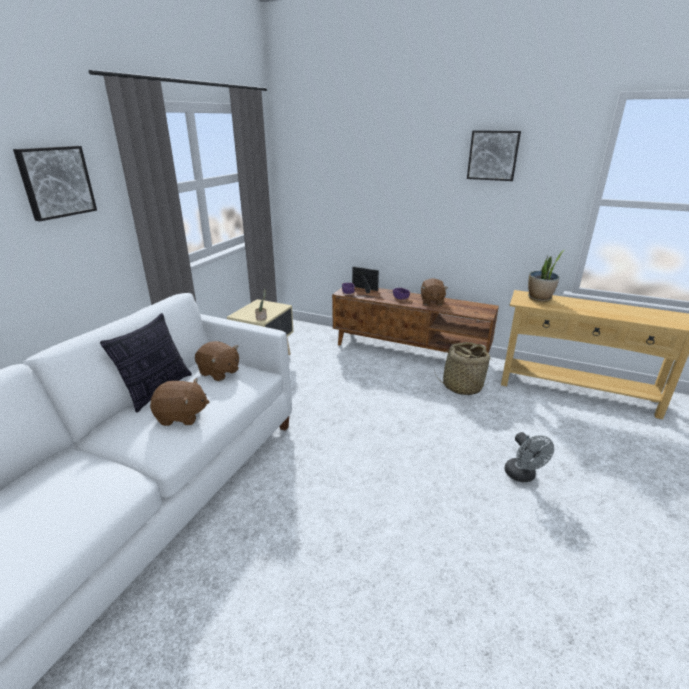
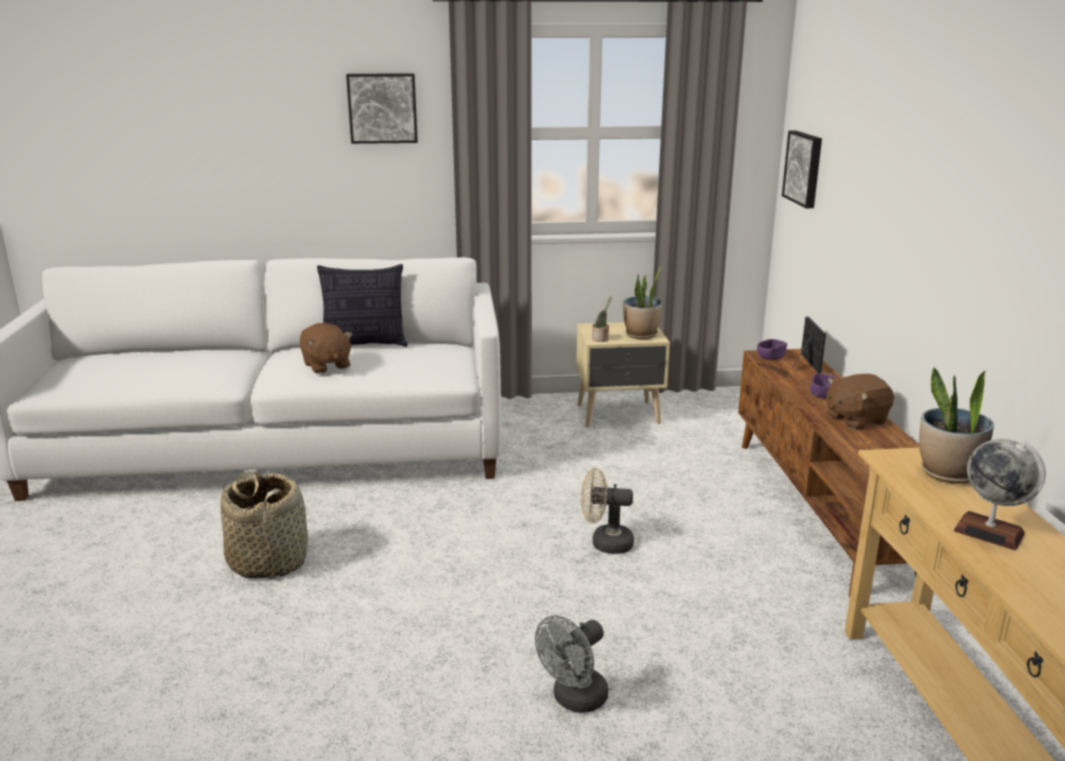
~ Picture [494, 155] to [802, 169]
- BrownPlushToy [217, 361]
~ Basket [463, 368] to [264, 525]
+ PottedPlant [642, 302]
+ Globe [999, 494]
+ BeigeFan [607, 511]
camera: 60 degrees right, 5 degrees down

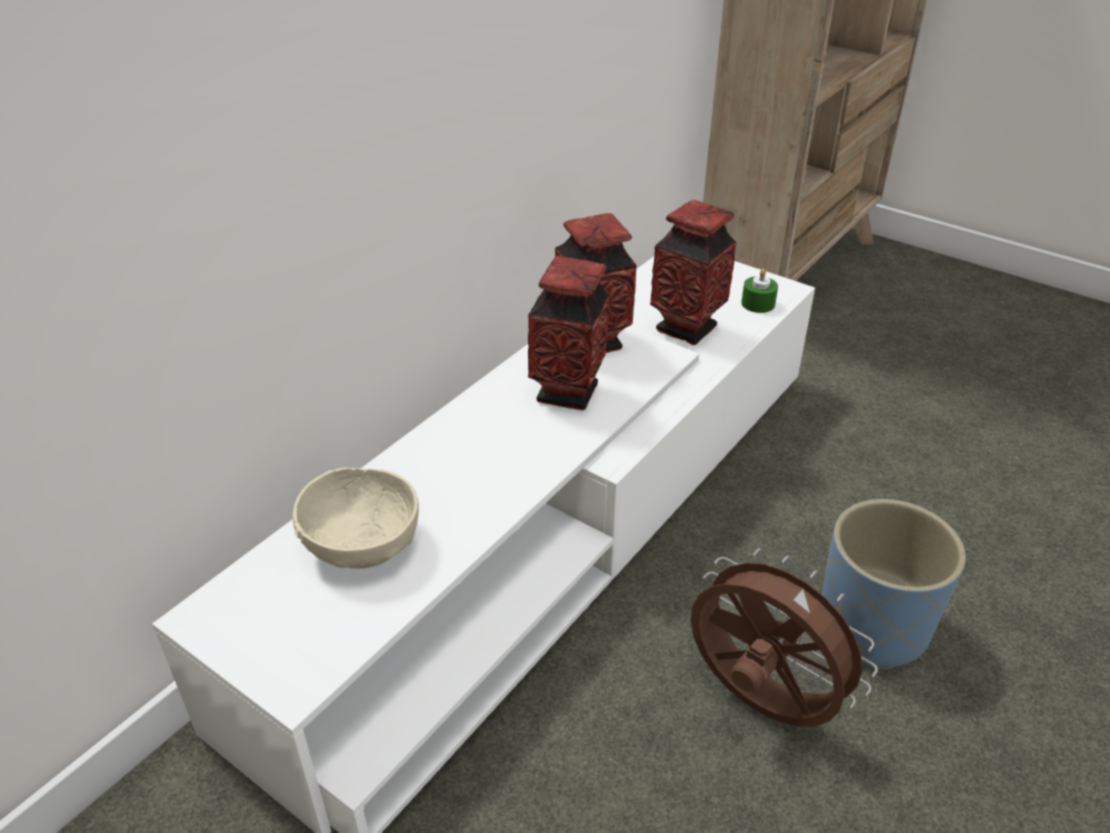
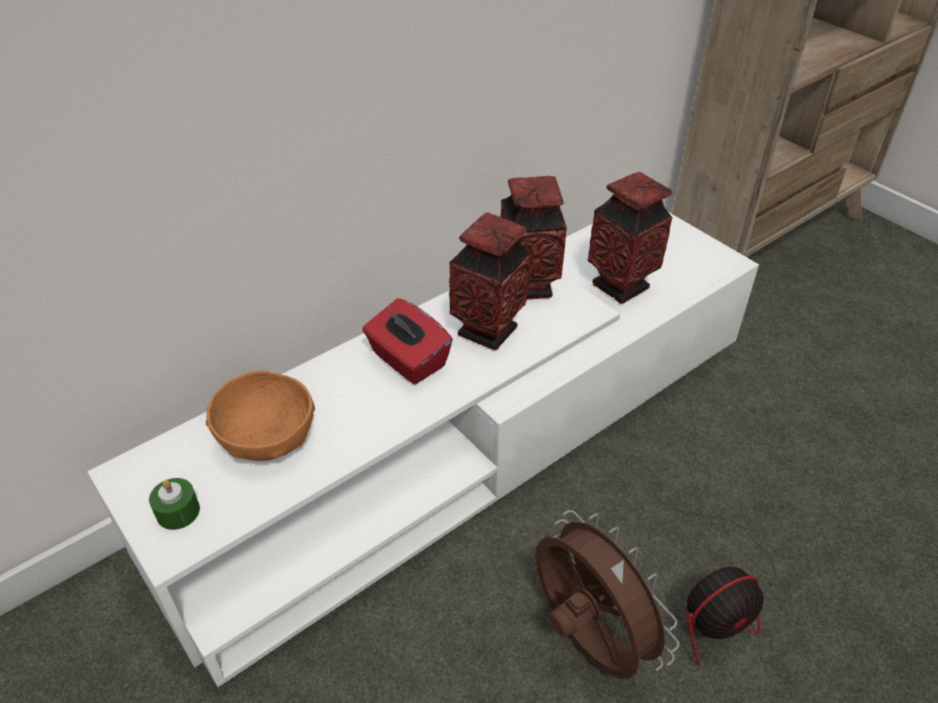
~ GreenCandle [759, 291] to [174, 504]
~ BeigeBowl [355, 518] to OrangeBowl [260, 416]
~ BluePlanter [894, 584] to Fan [712, 575]
+ RedTissueBox [407, 341]
camera: 15 degrees right, 5 degrees up

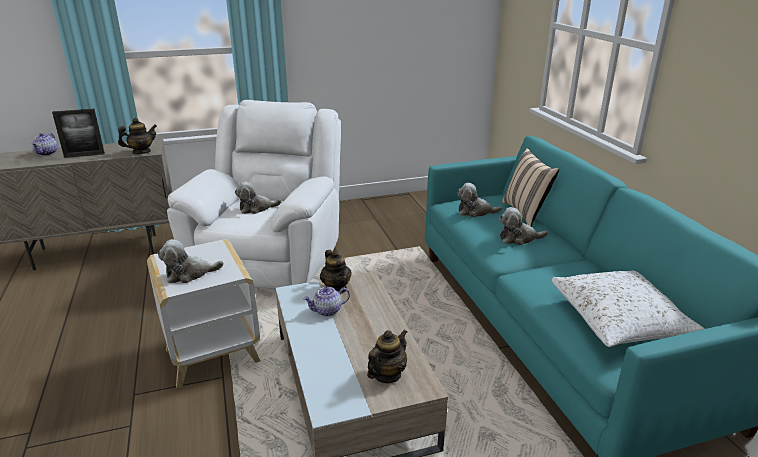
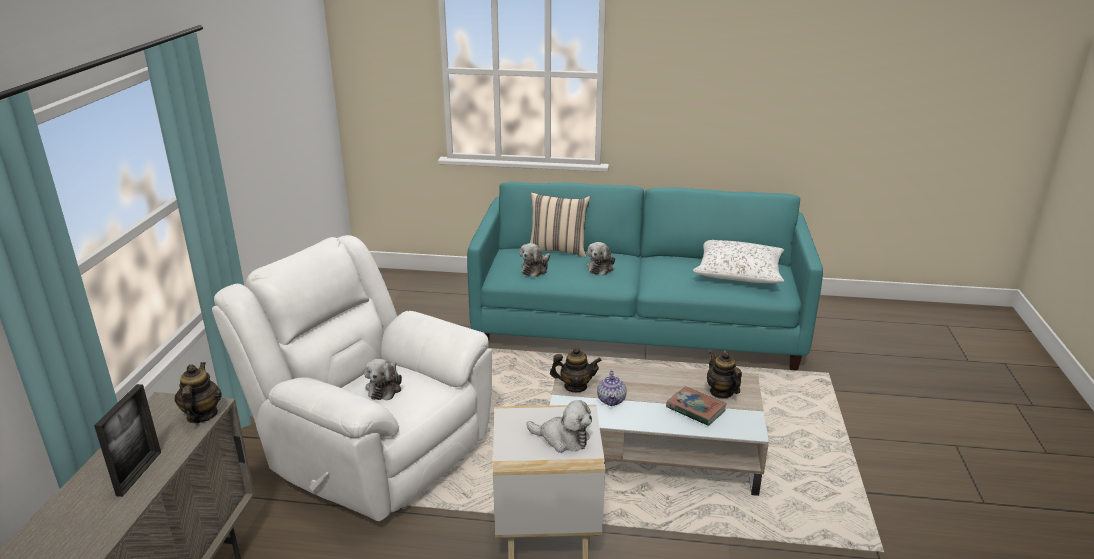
- Teapot [44, 144]
~ PlushToy [191, 261] = [559, 426] 75 degrees counterclockwise
+ Book [696, 406]
camera: 65 degrees left, 0 degrees up

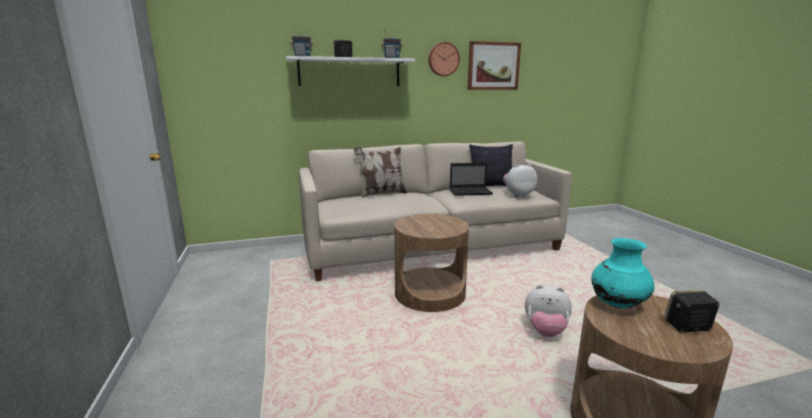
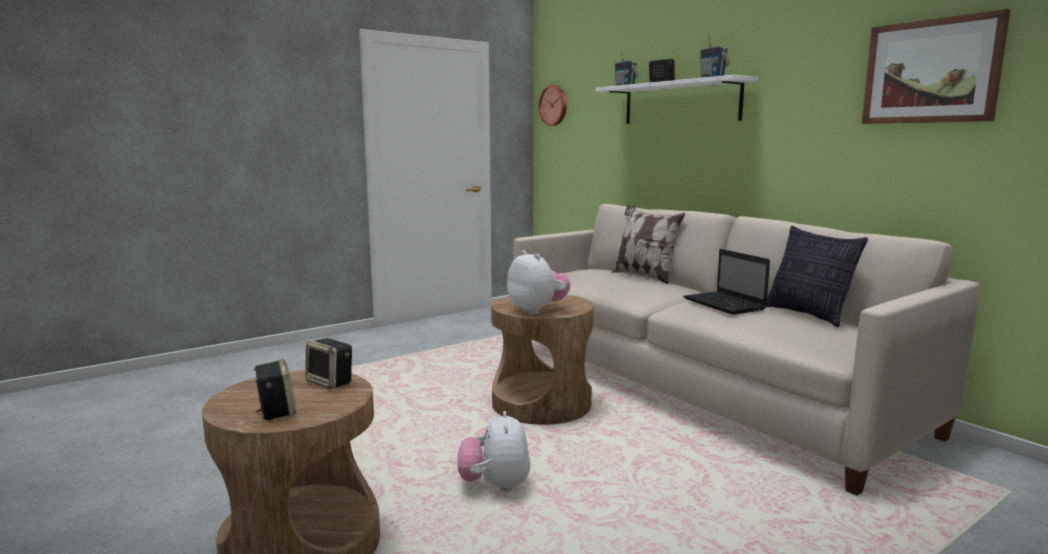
~ WallClock [444, 59] to [553, 105]
~ PlushToy [520, 181] to [538, 282]
~ TurquoiseVase [622, 273] to Speaker [328, 363]
camera: 70 degrees right, 5 degrees down

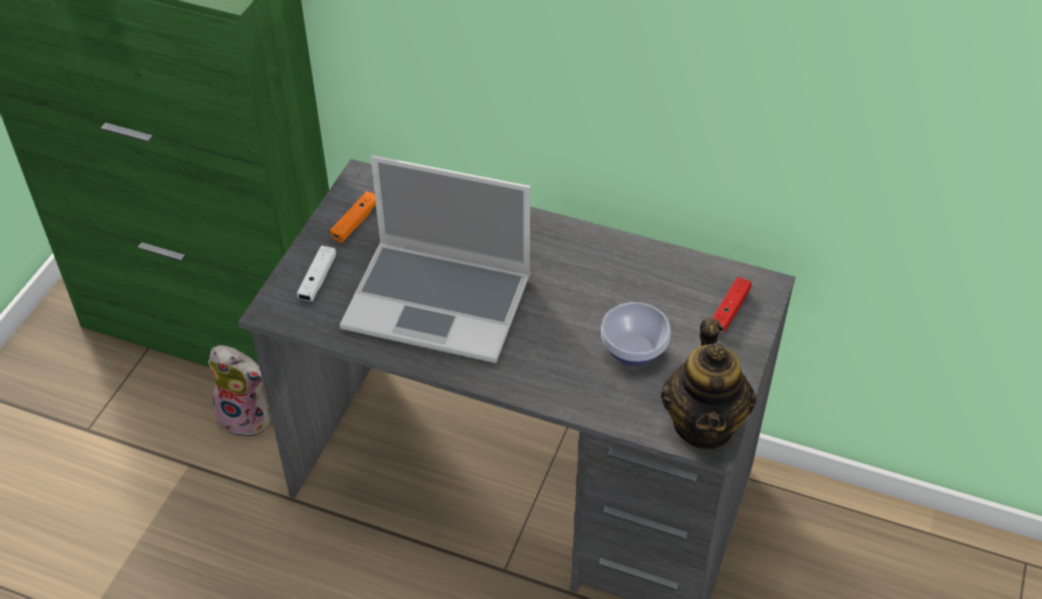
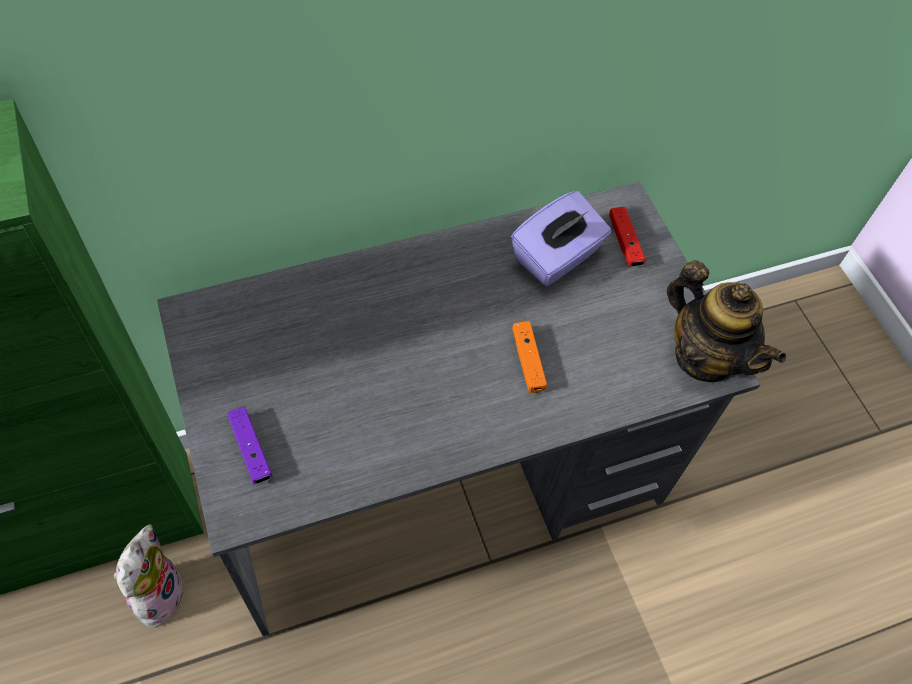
- Laptop [435, 259]
~ OrangeGameController [353, 217] to [529, 357]
~ WhiteGameController [316, 273] to PurpleGameController [250, 445]
- Bowl [636, 334]
~ PlushToy [239, 391] = [149, 576] 60 degrees counterclockwise
+ PurpleTissueBox [561, 238]
camera: 45 degrees left, 10 degrees up

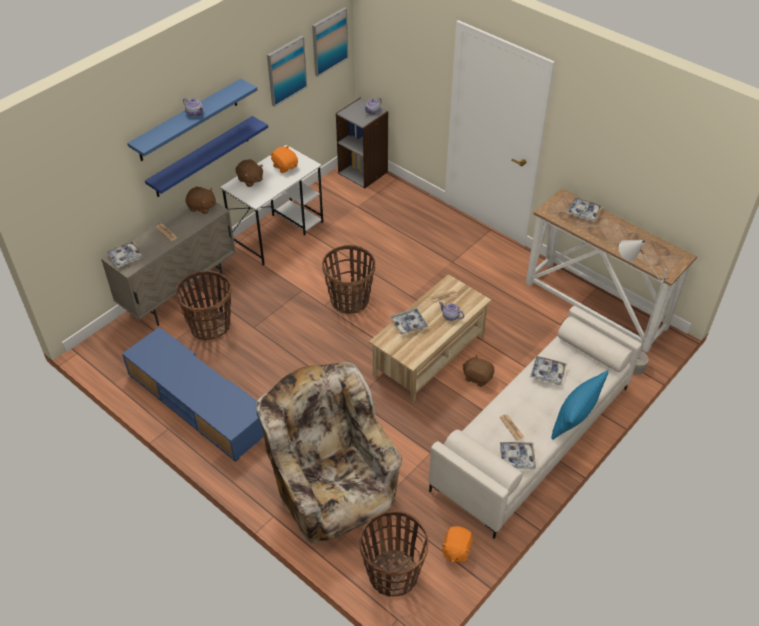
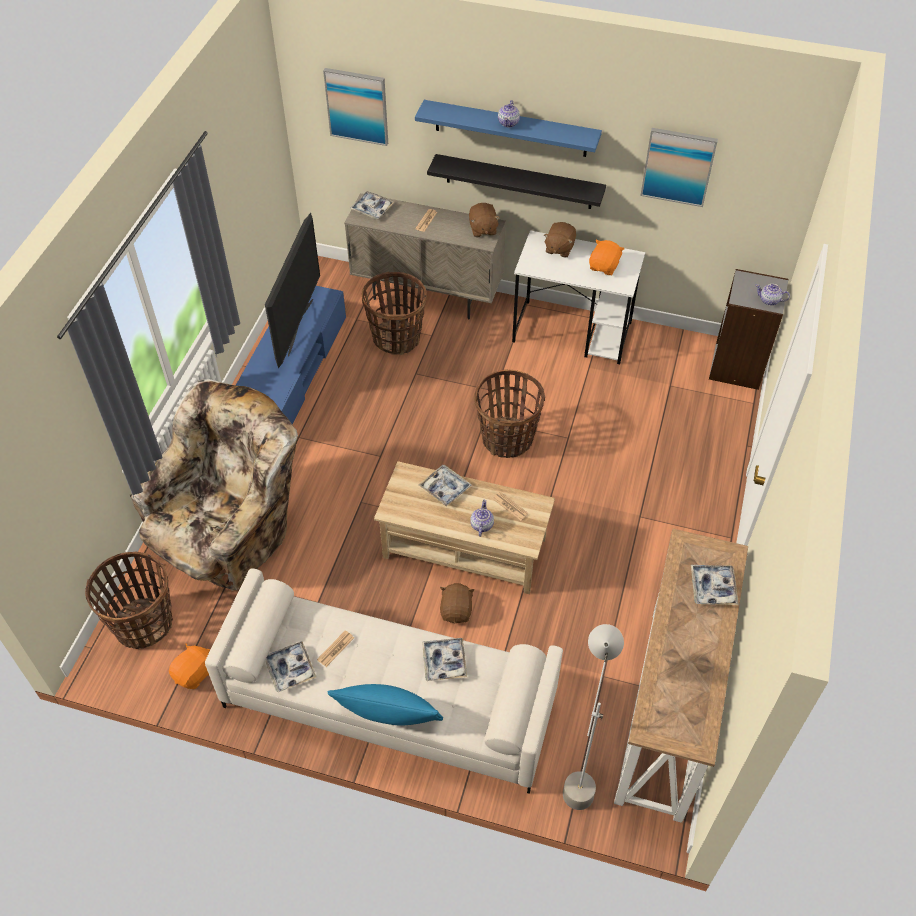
~ Picture [330, 42] to [355, 107]
~ BlueShelf [206, 156] to BlackShelf [516, 181]
~ OrangePlushToy [457, 544] = [189, 666] 135 degrees clockwise
+ Television [292, 290]
camera: 65 degrees right, 5 degrees up

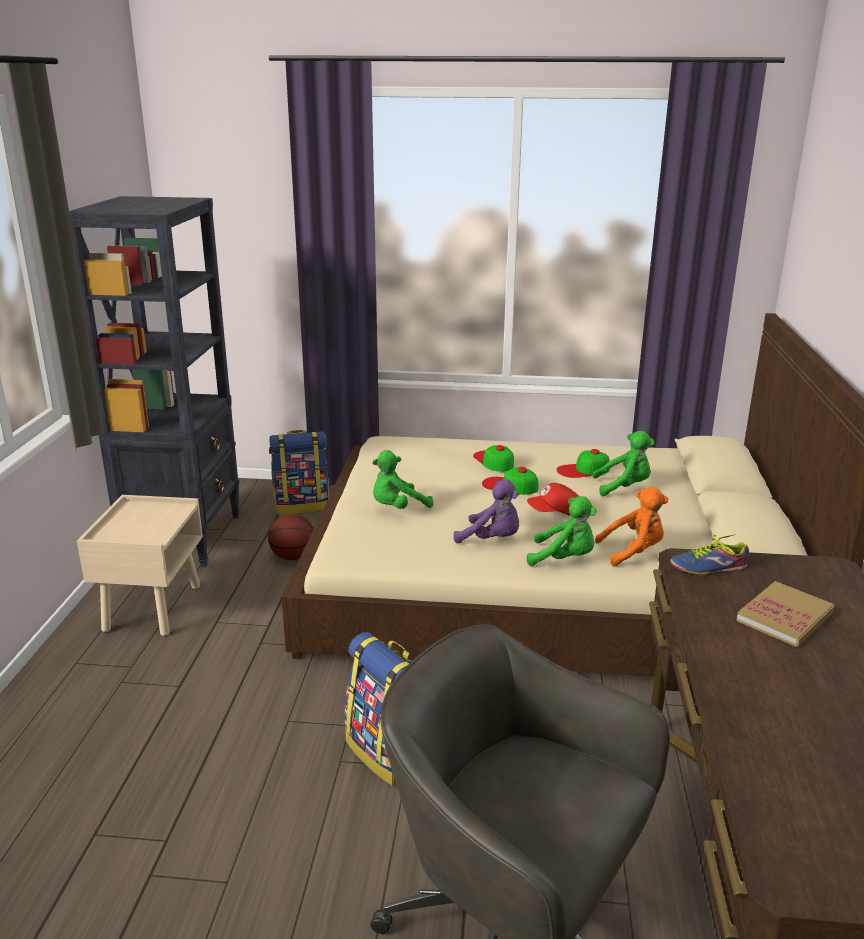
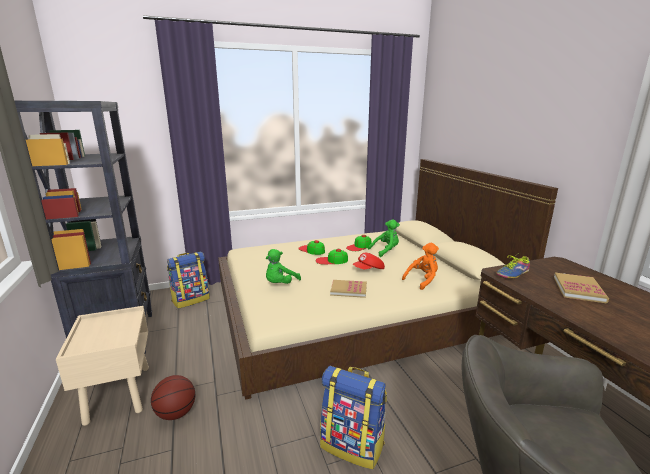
~ PurplePlushToy [486, 511] to Book [348, 289]
- GreenPlushToy [562, 531]
~ Basketball [291, 537] to [173, 397]
camera: 25 degrees left, 5 degrees down

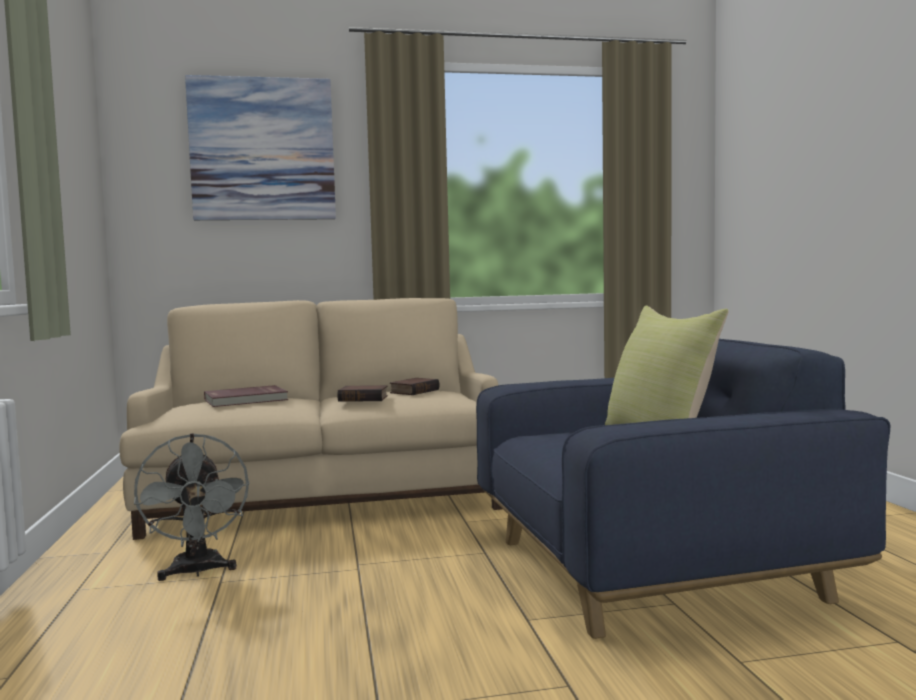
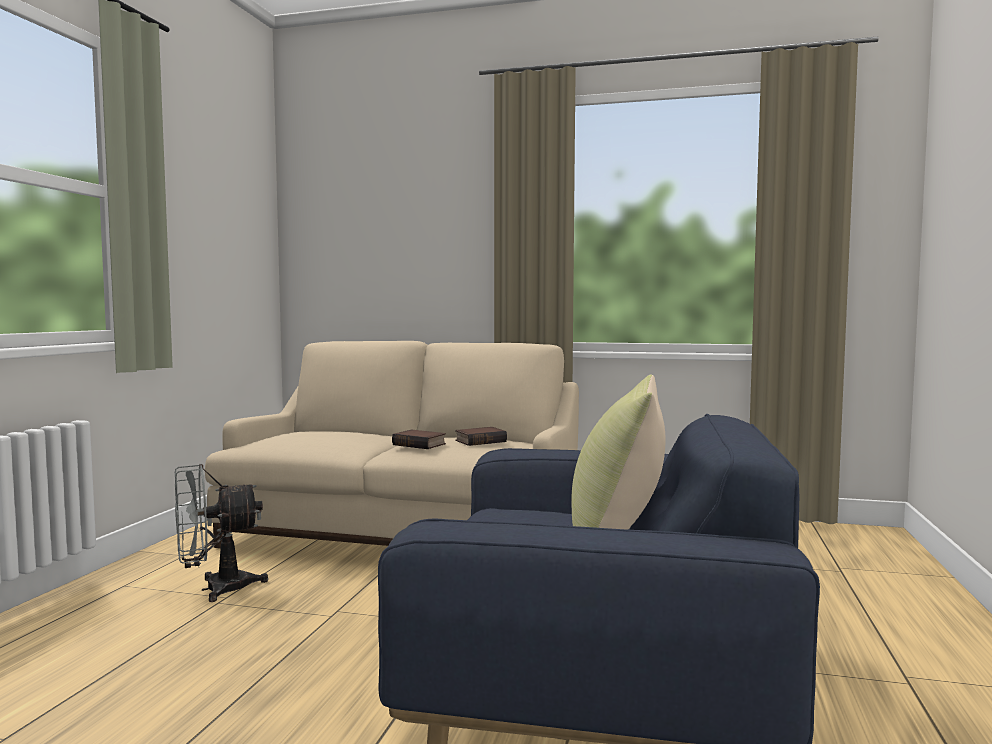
- Picture [260, 147]
- RedBook [246, 396]
~ GreyFan [192, 507] = [221, 533] 60 degrees clockwise
camera: 25 degrees right, 0 degrees up

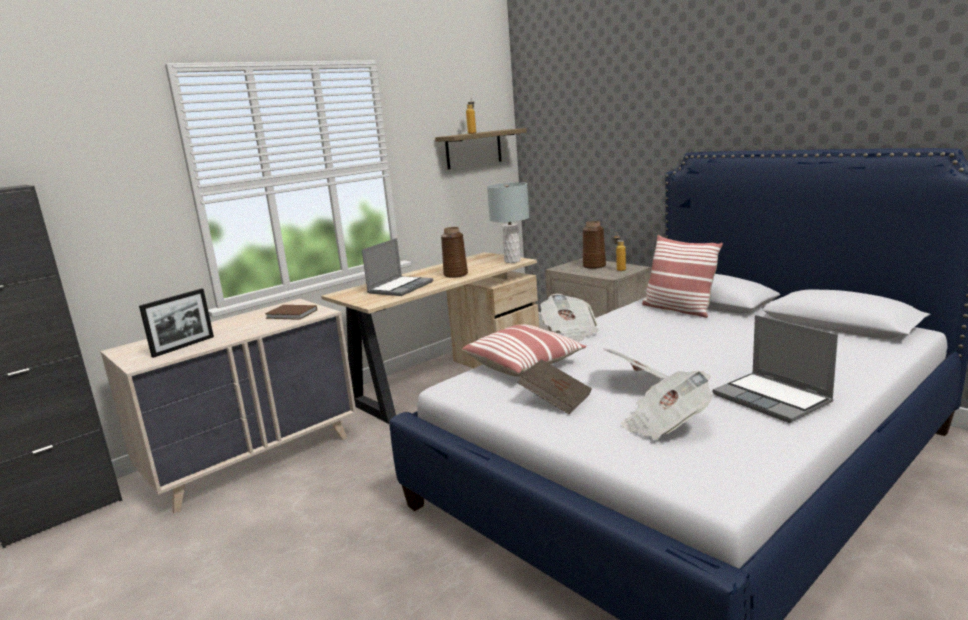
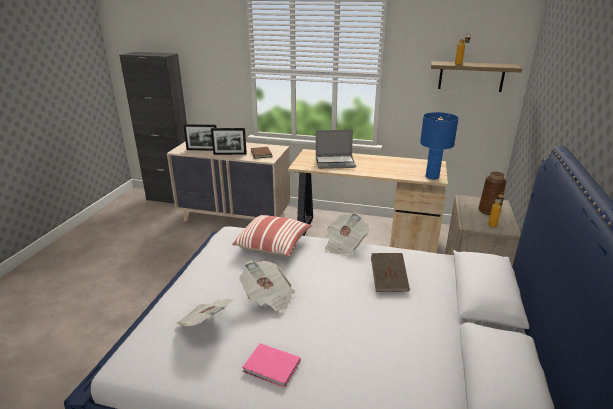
~ GreyTableLamp [508, 222] to BlueTableLamp [439, 146]
- BrownVase [454, 252]
- Pillow [682, 276]
~ Laptop [775, 369] to PinkBook [271, 365]
~ BrownBook [554, 387] to [390, 272]
+ PictureFrame [229, 141]
camera: 55 degrees right, 10 degrees up

